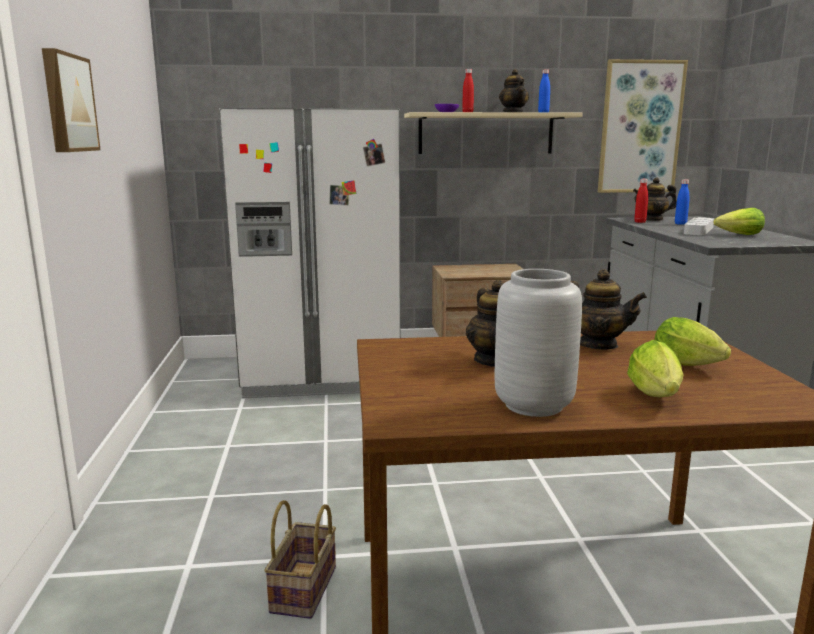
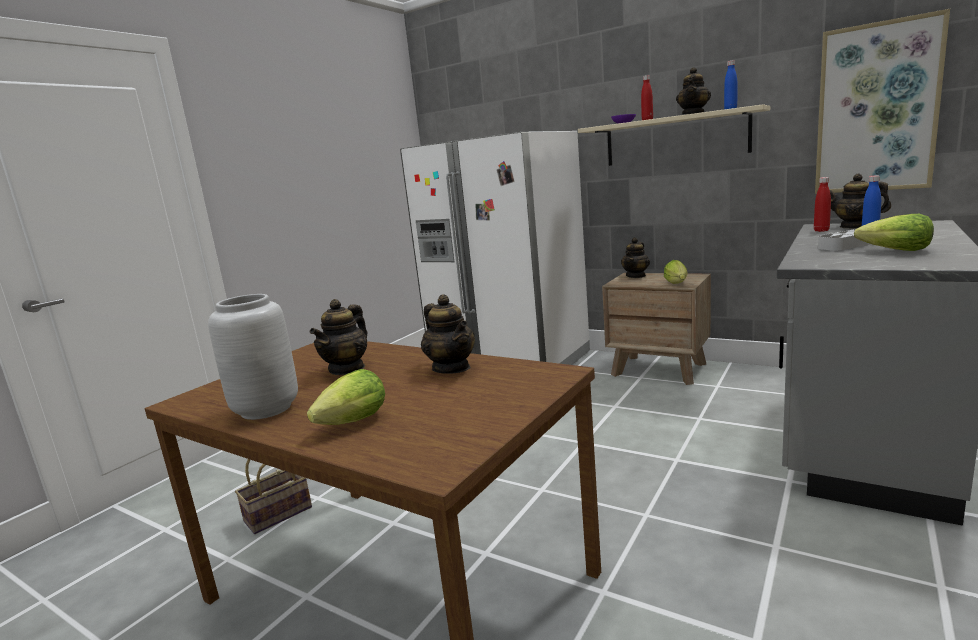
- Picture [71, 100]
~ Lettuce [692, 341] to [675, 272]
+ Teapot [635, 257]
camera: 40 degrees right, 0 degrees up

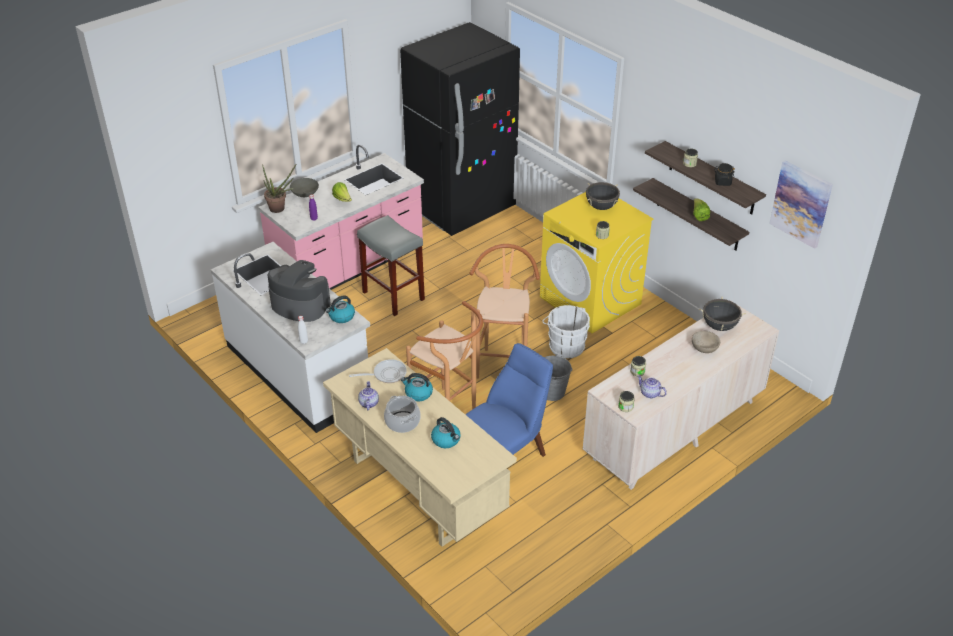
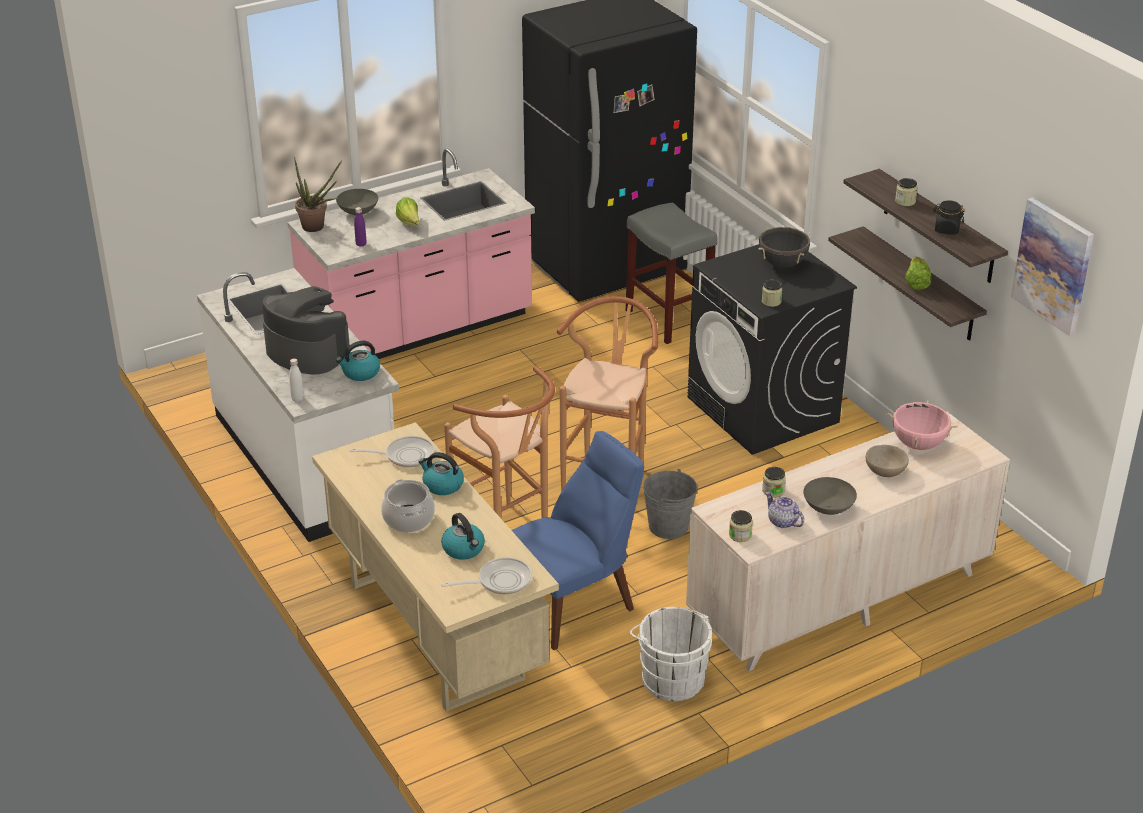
~ YellowWashingMachine [597, 262] to BlackWashingMachine [772, 349]
~ GreyStool [391, 265] to [672, 273]
~ BlackCookingPot [723, 314] to PinkCookingPot [922, 425]
~ WhiteBucket [566, 331] to [671, 654]
- Teapot [368, 395]
+ GreyBowl [830, 496]
+ FryingPan [486, 576]
camera: 10 degrees right, 5 degrees down

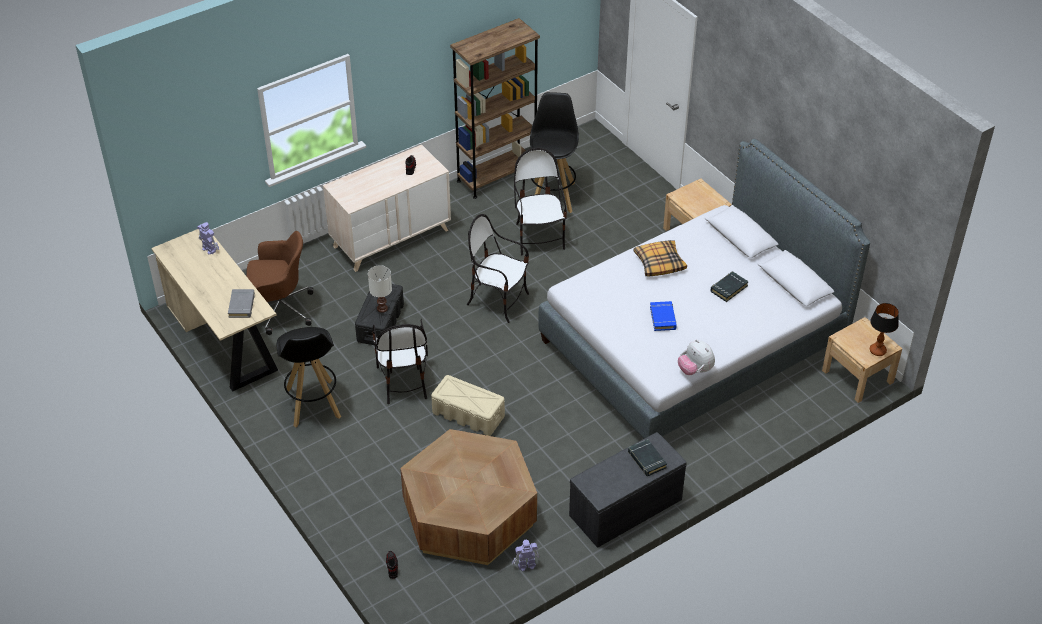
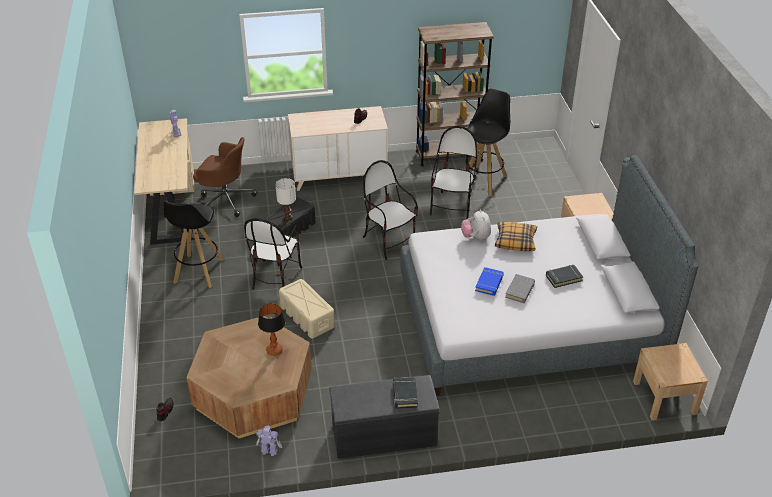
~ GreyBook [241, 303] to [520, 288]
~ TableLamp [884, 329] to [271, 330]
~ PlushToy [696, 357] to [476, 225]
camera: 25 degrees right, 5 degrees down

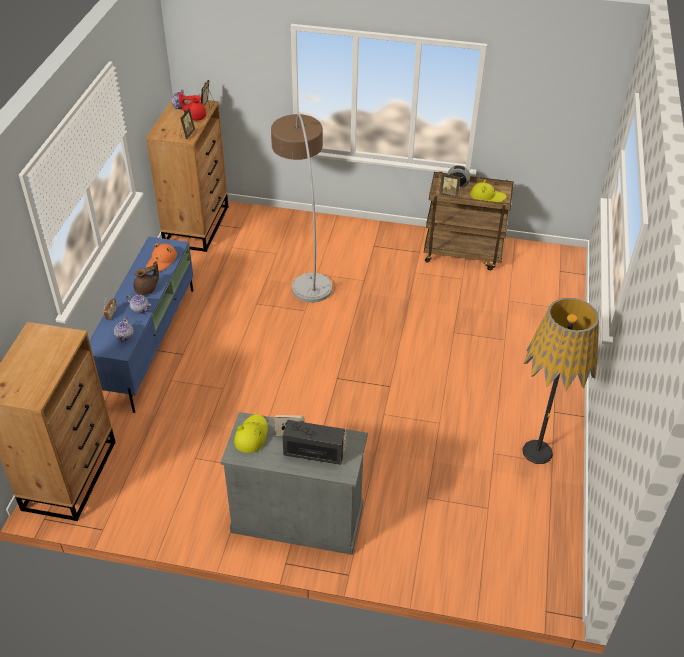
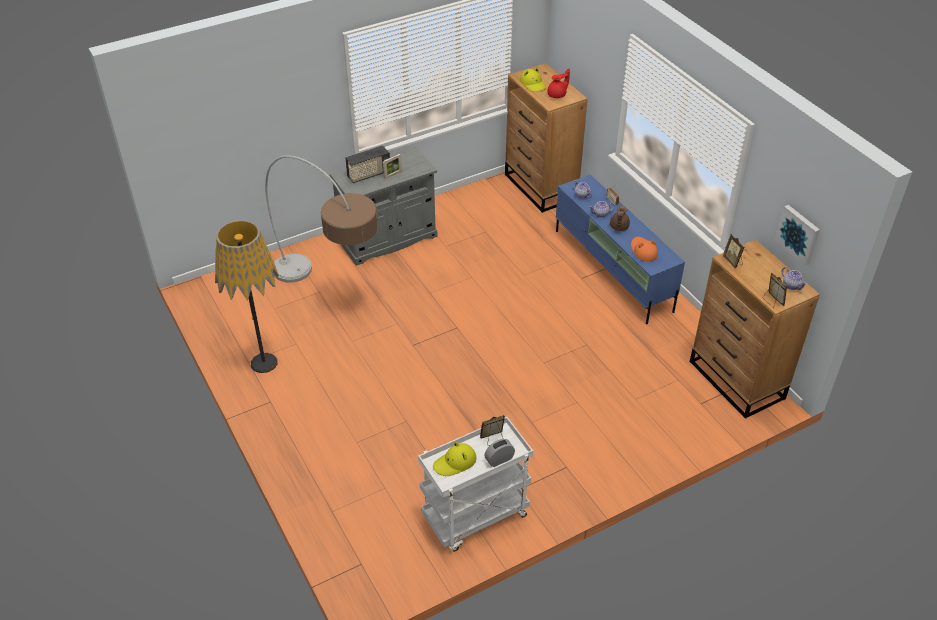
~ RedTeapot [192, 106] to [558, 83]
~ FloorLamp [302, 208] to [321, 219]
~ BrownCart [469, 221] to WhiteCart [475, 484]
~ YellowHat [251, 433] to [533, 80]
+ Picture [797, 235]
camera: 140 degrees right, 0 degrees up

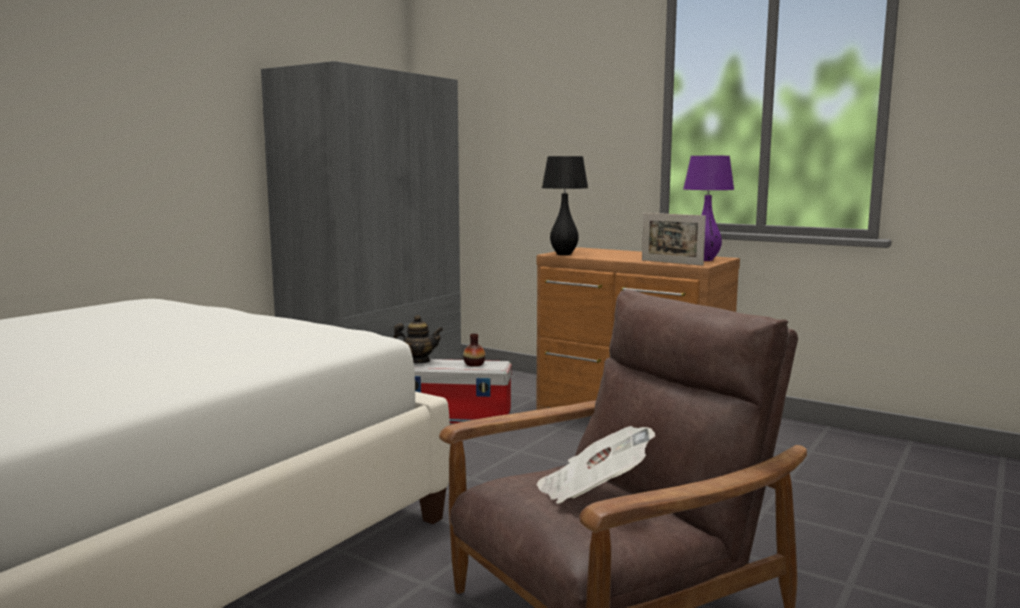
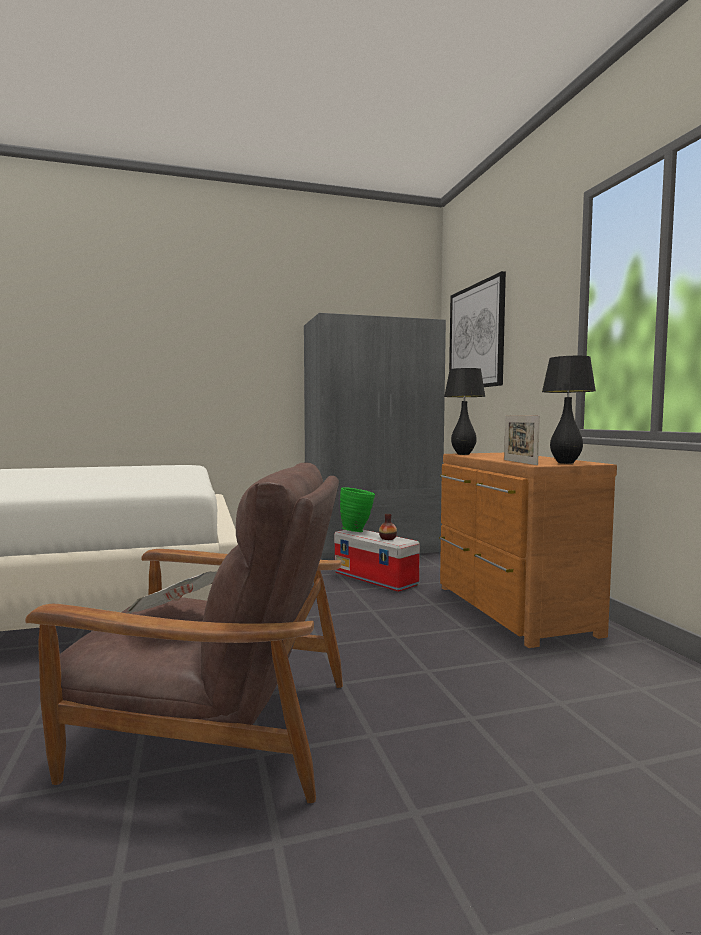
~ PurpleTableLamp [708, 208] to BlackTableLamp [569, 410]
~ Teapot [418, 339] to GreenVase [357, 510]
+ Picture [477, 329]
camera: 40 degrees right, 5 degrees down

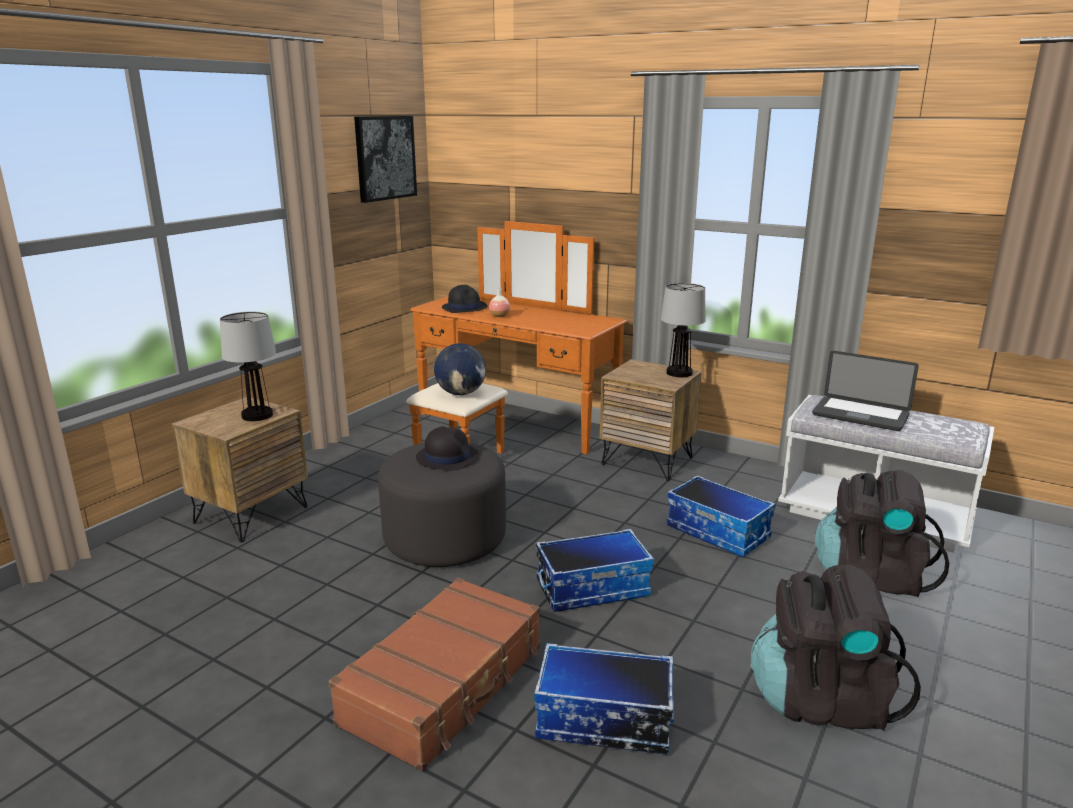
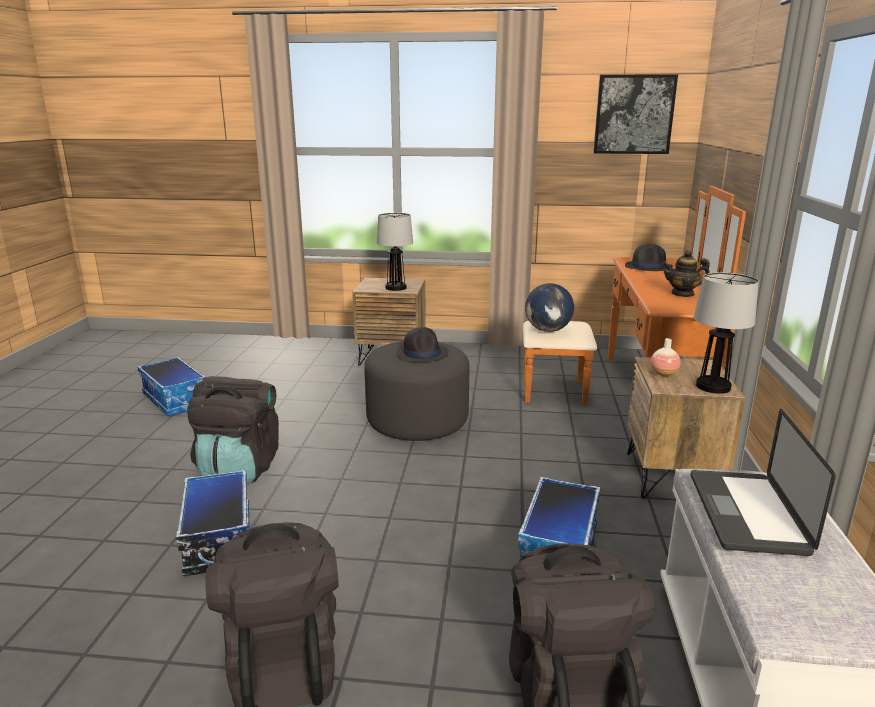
~ Vase [499, 302] to [665, 357]
~ StorageBox [595, 570] to [171, 386]
~ BrownSuitcase [434, 674] to BlackBackpack [233, 430]
+ Teapot [686, 273]
camera: 65 degrees right, 0 degrees up

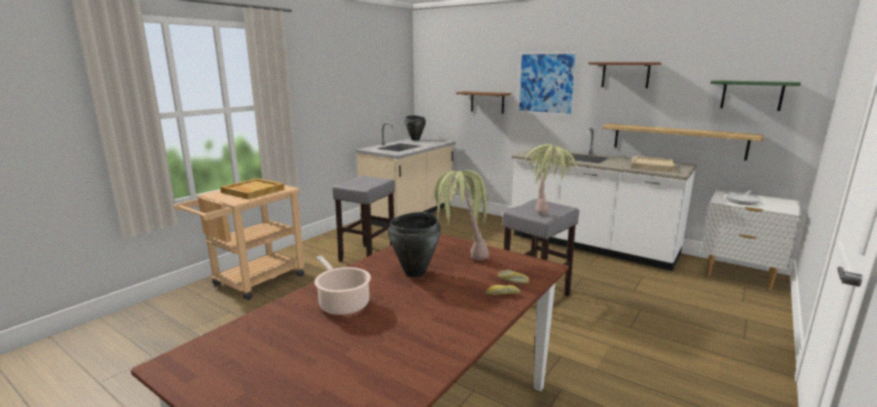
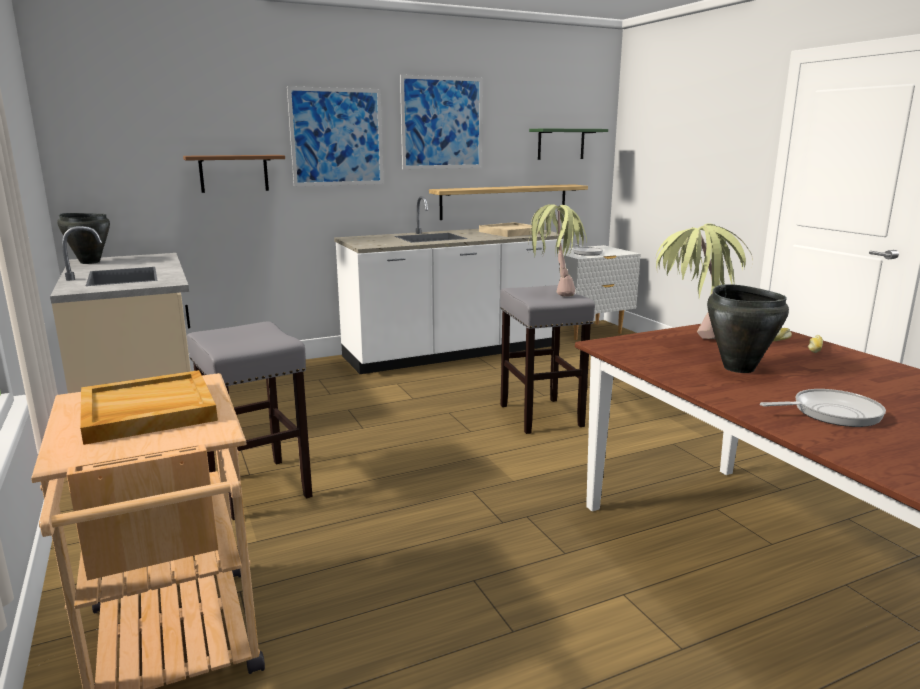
~ BrownShelf [624, 75] to Picture [441, 122]
~ CookingPot [343, 285] to FryingPan [823, 408]
camera: 60 degrees left, 0 degrees up

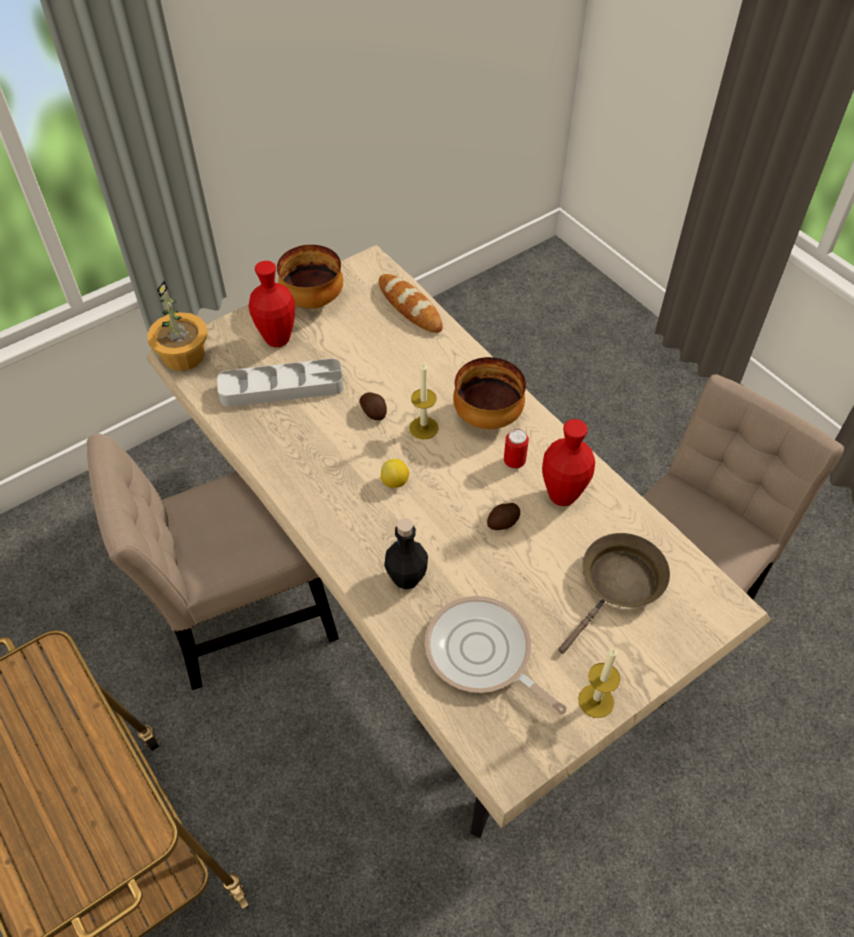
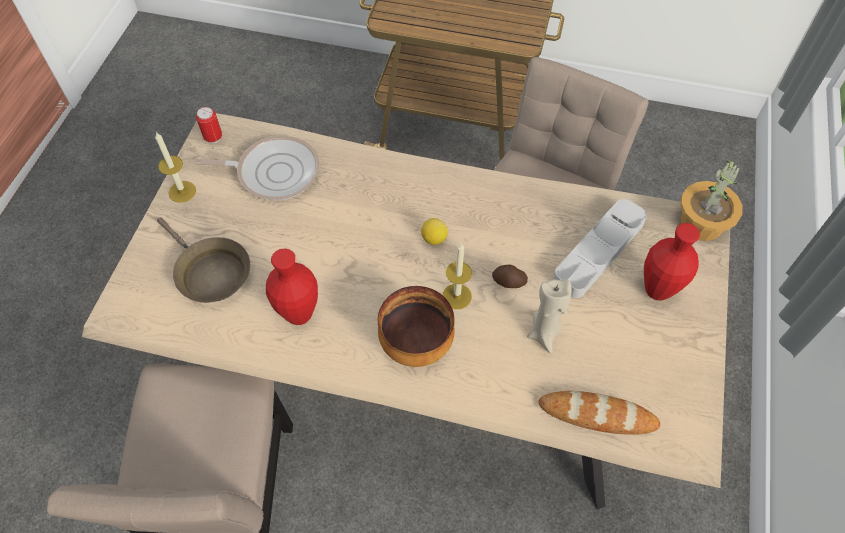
- Bowl [310, 277]
~ Can [516, 449] to [209, 125]
- Potato [503, 516]
- BlackBottle [406, 554]
~ BrownFryingPan [614, 593] = [203, 260] 45 degrees counterclockwise
+ BeigeCandle [549, 316]
camera: 140 degrees right, 5 degrees up

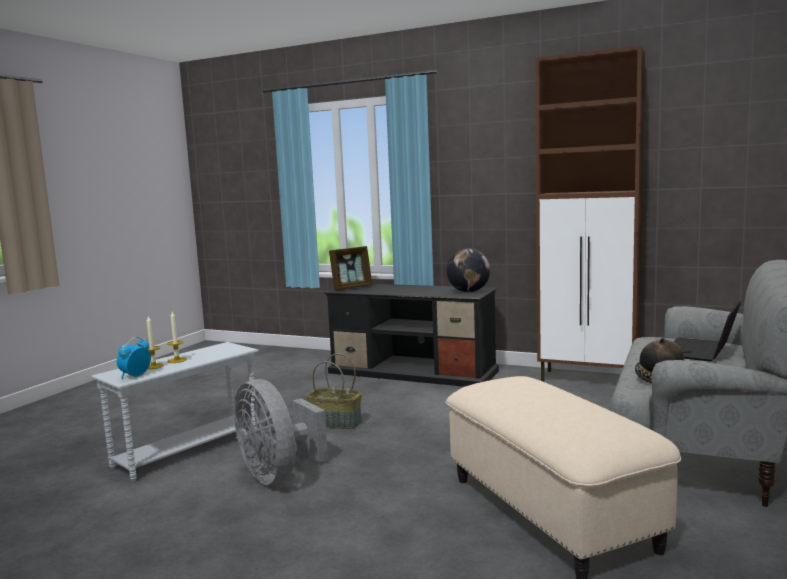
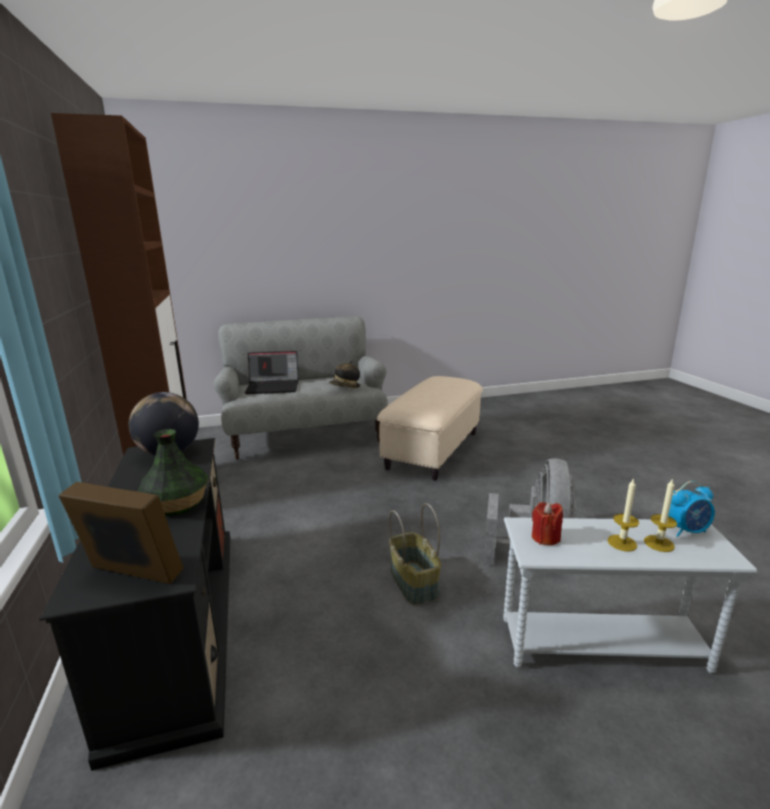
+ Vase [173, 472]
+ RedCandle [547, 523]
camera: 130 degrees left, 10 degrees up

